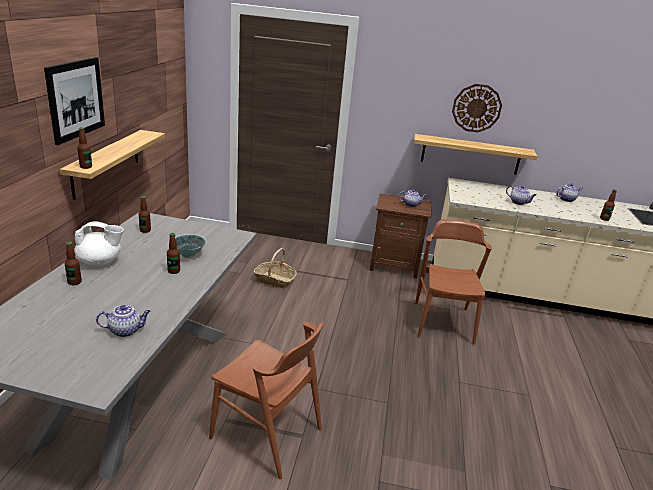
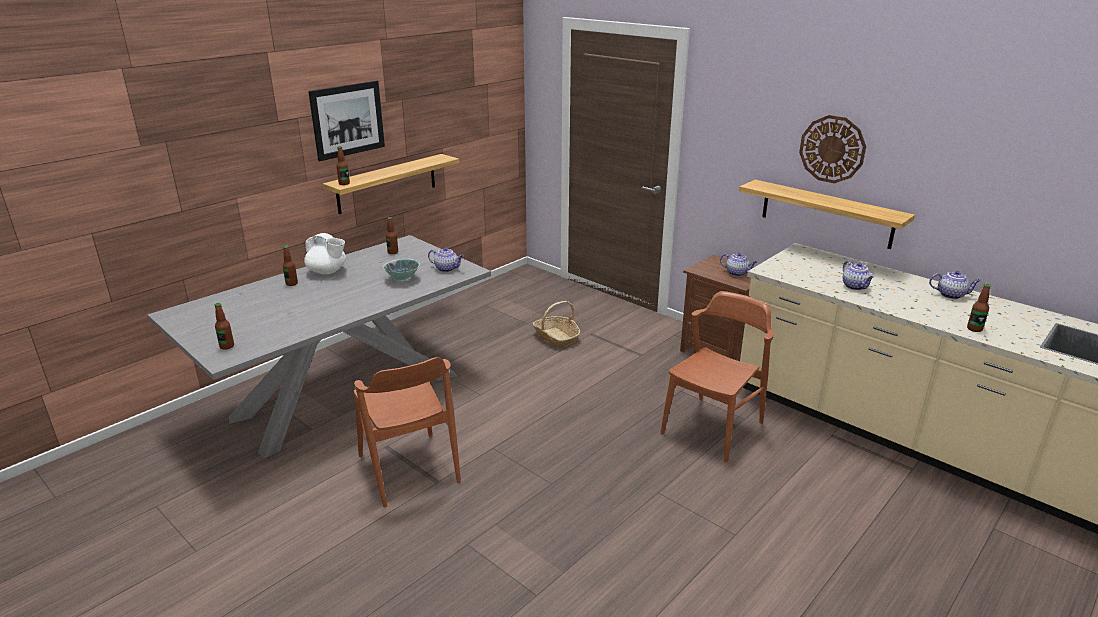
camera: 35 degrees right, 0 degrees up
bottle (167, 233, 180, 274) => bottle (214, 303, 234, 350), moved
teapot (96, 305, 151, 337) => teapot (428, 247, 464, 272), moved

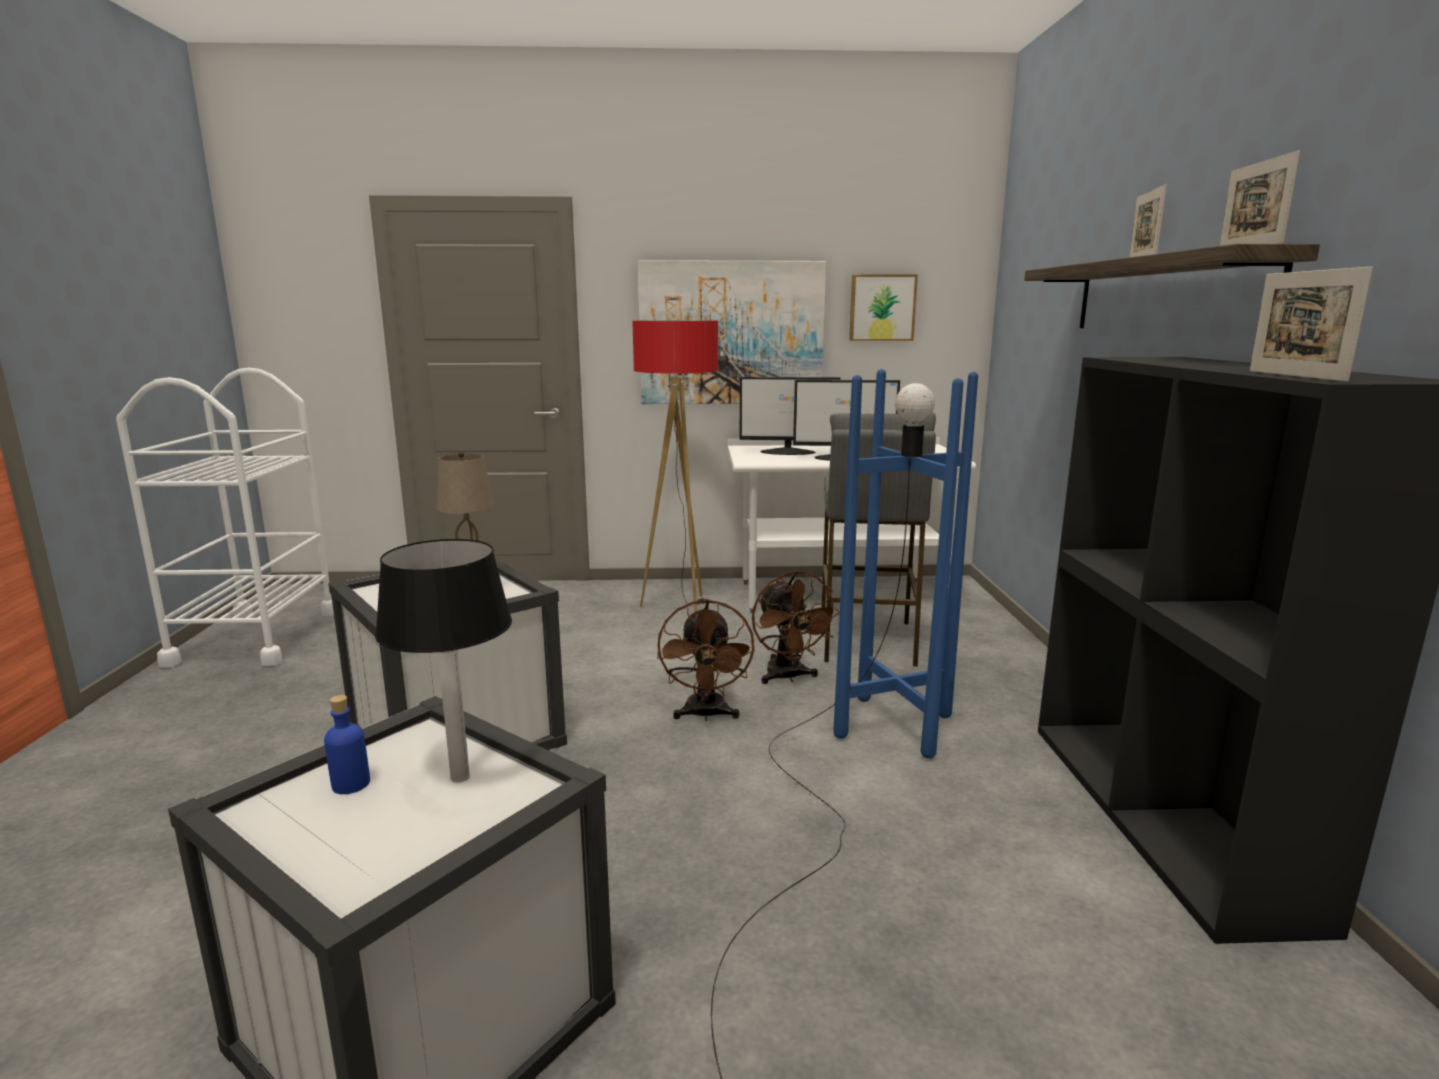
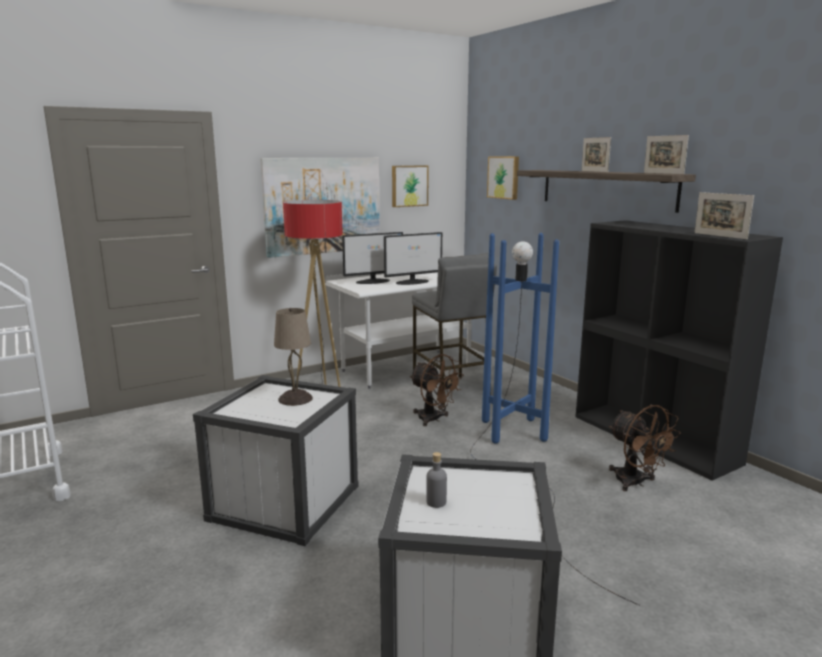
camera: 30 degrees left, 0 degrees up
table lamp (375, 539, 512, 782) => nothing
brown fan (657, 599, 755, 721) => brown fan (609, 405, 681, 491), moved
blue bottle (324, 695, 370, 794) => grey bottle (426, 452, 447, 508)
nothing => picture (487, 157, 519, 200)

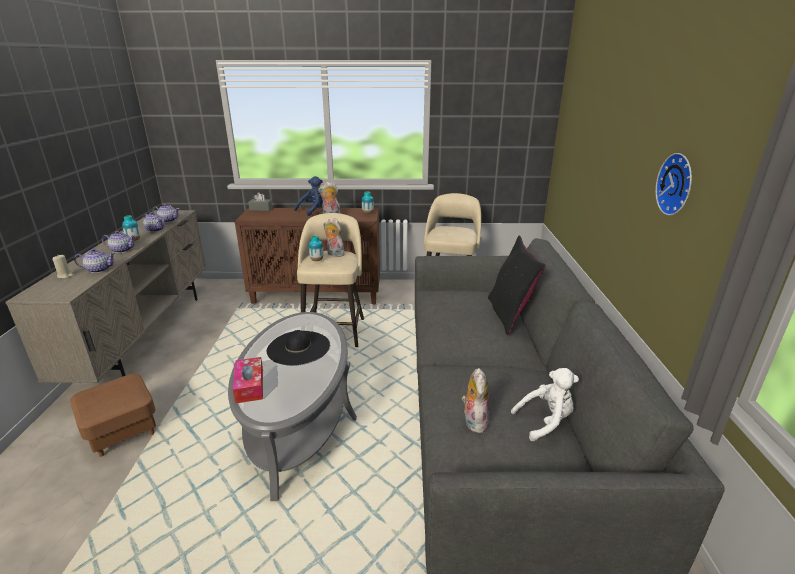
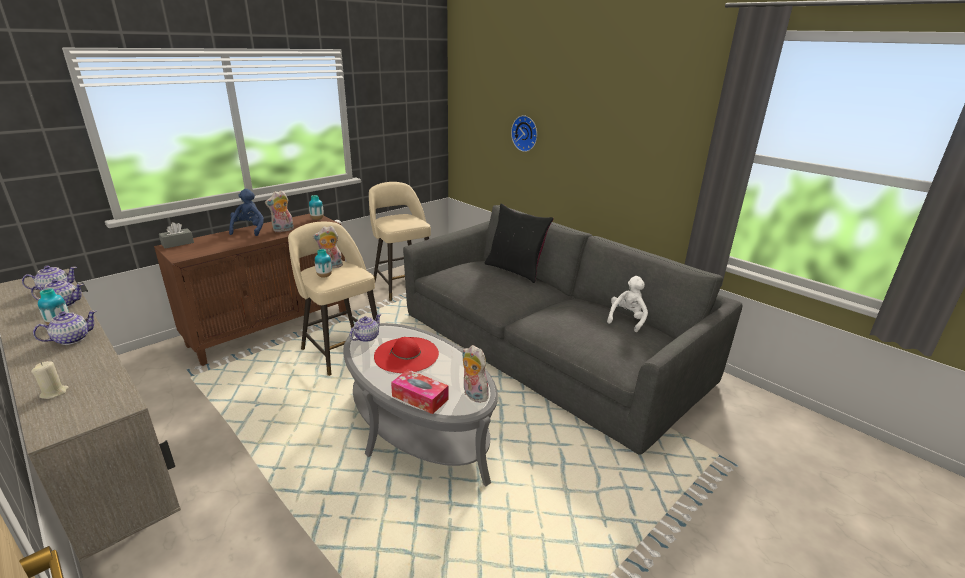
camera: 45 degrees left, 0 degrees up
wall clock (655, 153, 692, 216) => wall clock (511, 115, 537, 152), moved
teapot (74, 249, 115, 273) => teapot (350, 314, 381, 342), moved
black hat (267, 330, 330, 365) => red hat (374, 337, 439, 373)
plush toy (462, 368, 489, 434) => plush toy (462, 345, 490, 403), moved
brown ottoman (70, 374, 156, 457) => nothing

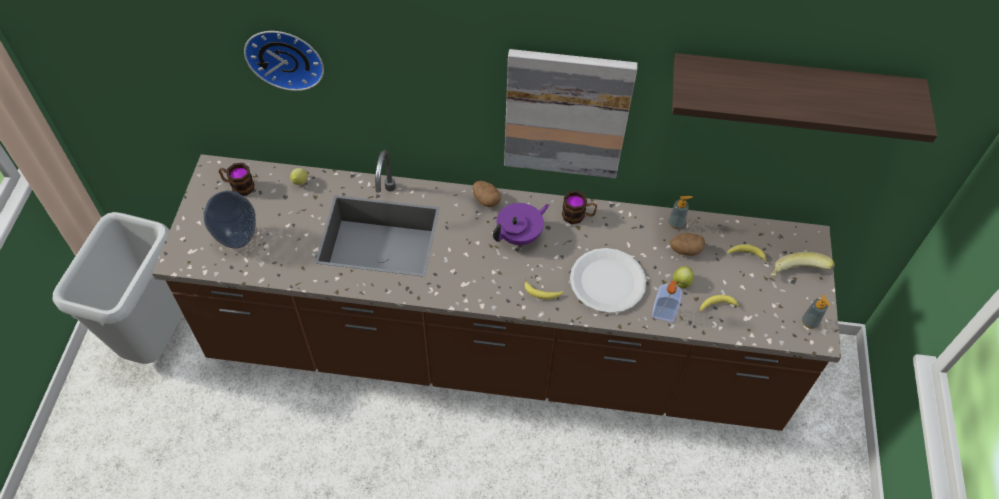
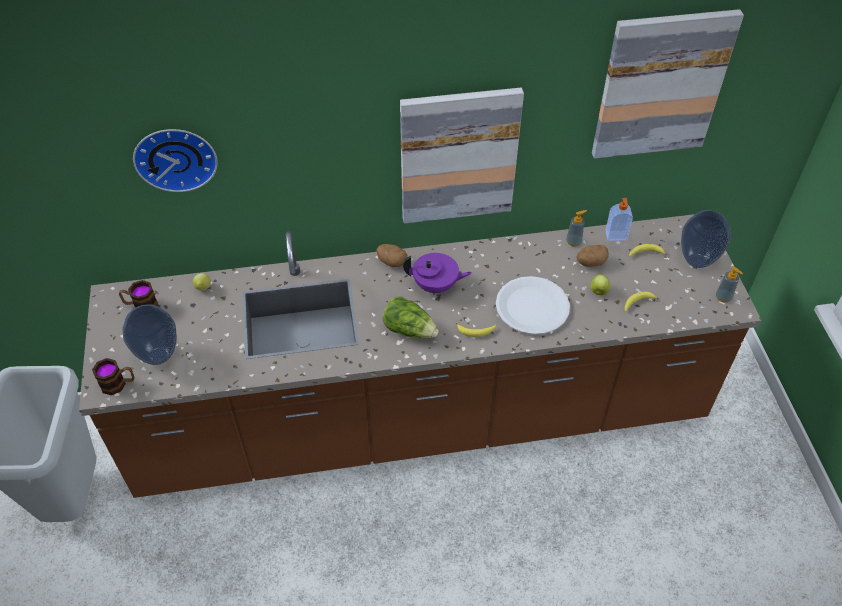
camera: 15 degrees left, 5 degrees down
shelf (672, 53, 937, 142) => picture (592, 9, 744, 158)
mug (562, 190, 597, 224) => mug (92, 358, 134, 395), moved
purple teapot (493, 203, 549, 245) => purple teapot (403, 253, 472, 295), 60 degrees clockwise
banana (771, 252, 835, 276) => vase (681, 210, 731, 268)
soap dispenser (652, 281, 682, 322) => soap dispenser (605, 198, 633, 241), moved
nothing => lettuce (383, 296, 439, 338)

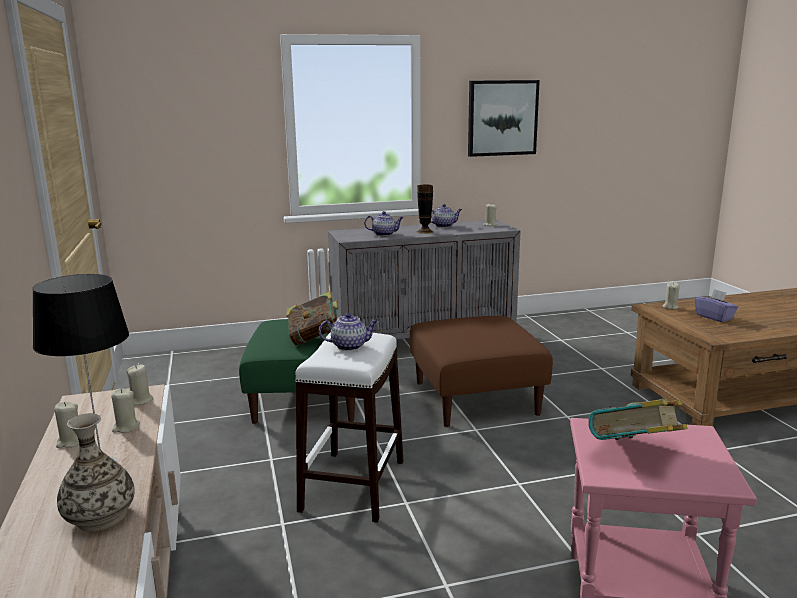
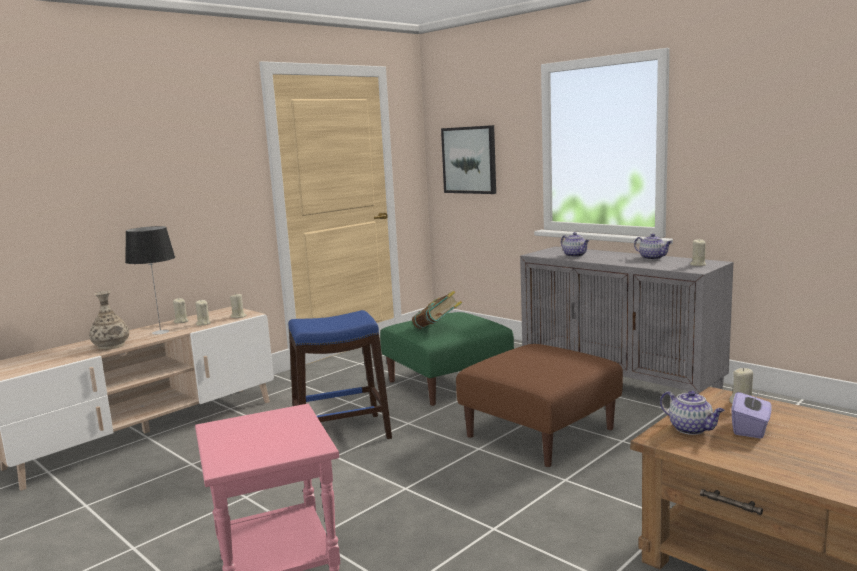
camera: 60 degrees right, 5 degrees down
picture (468, 80, 540, 157) => picture (441, 125, 496, 194), moved
vase (417, 185, 434, 234) => nothing
teapot (319, 313, 378, 351) => teapot (660, 391, 725, 435), moved
white stool (296, 332, 404, 523) => blue stool (288, 310, 392, 439)
book (588, 399, 688, 440) => nothing

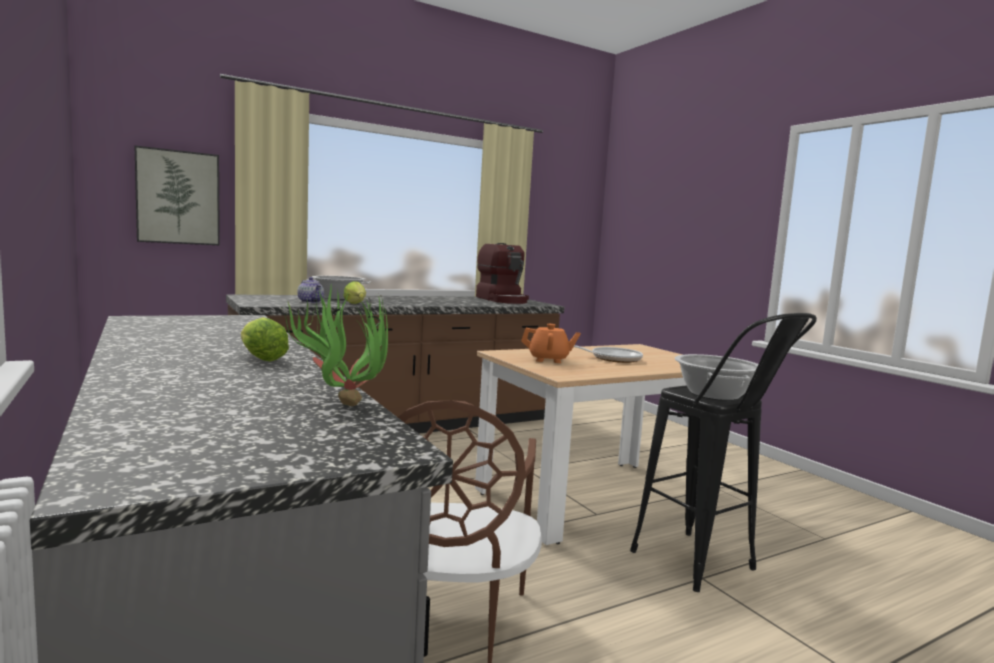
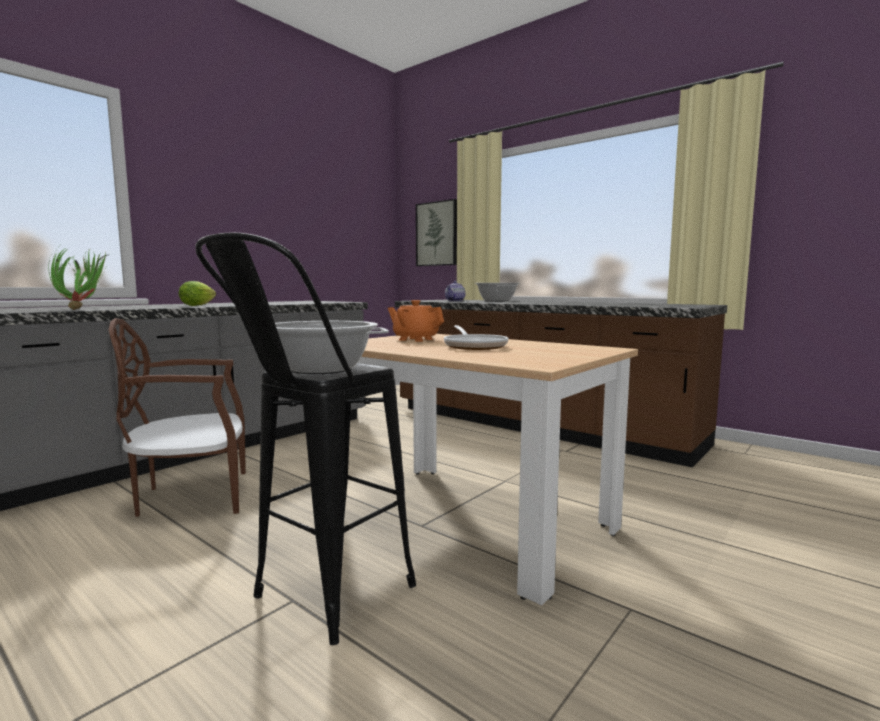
camera: 70 degrees right, 0 degrees up
coffee machine (476, 243, 529, 304) => nothing
lettuce (343, 281, 366, 304) => nothing
orange teapot (521, 324, 581, 363) => orange teapot (388, 300, 444, 342), 135 degrees clockwise

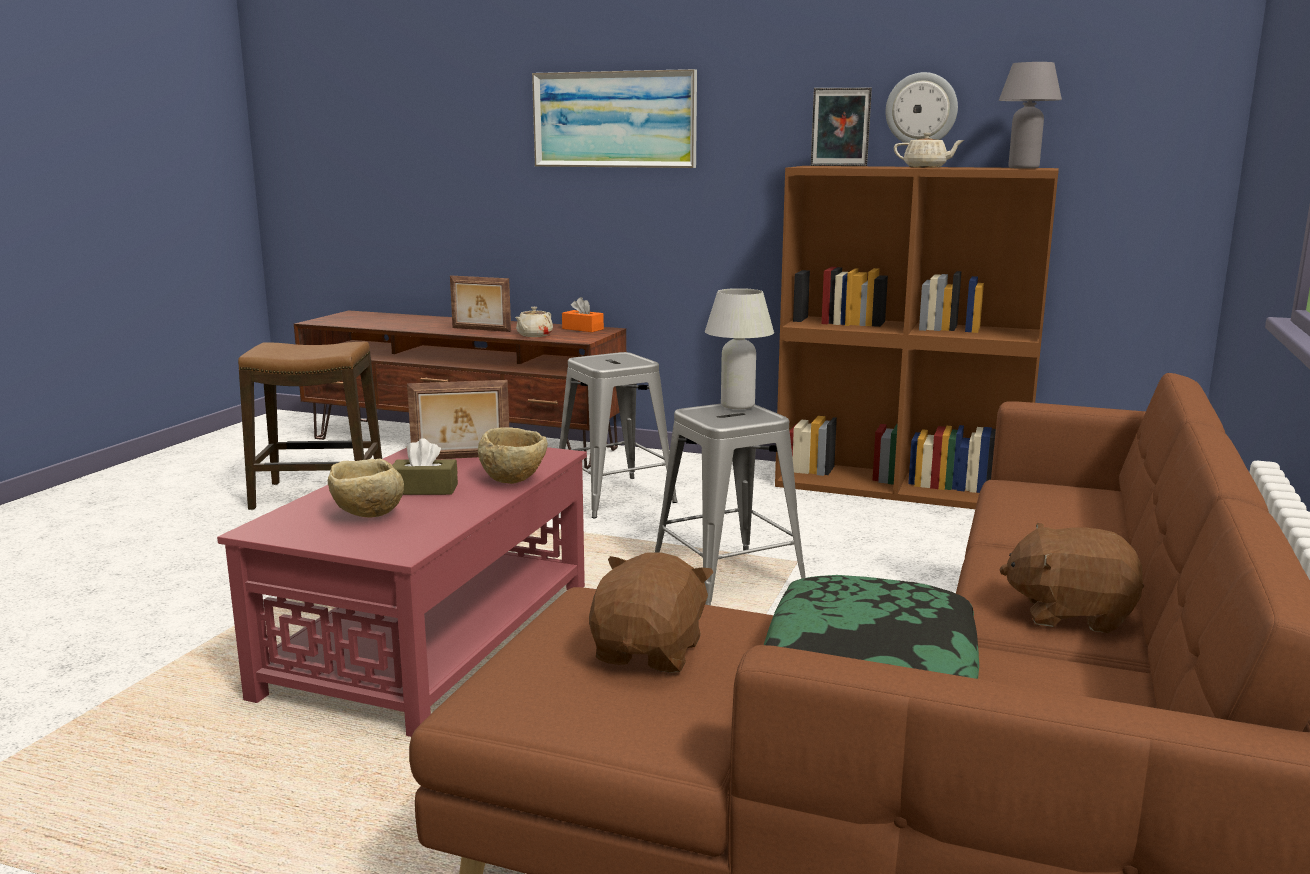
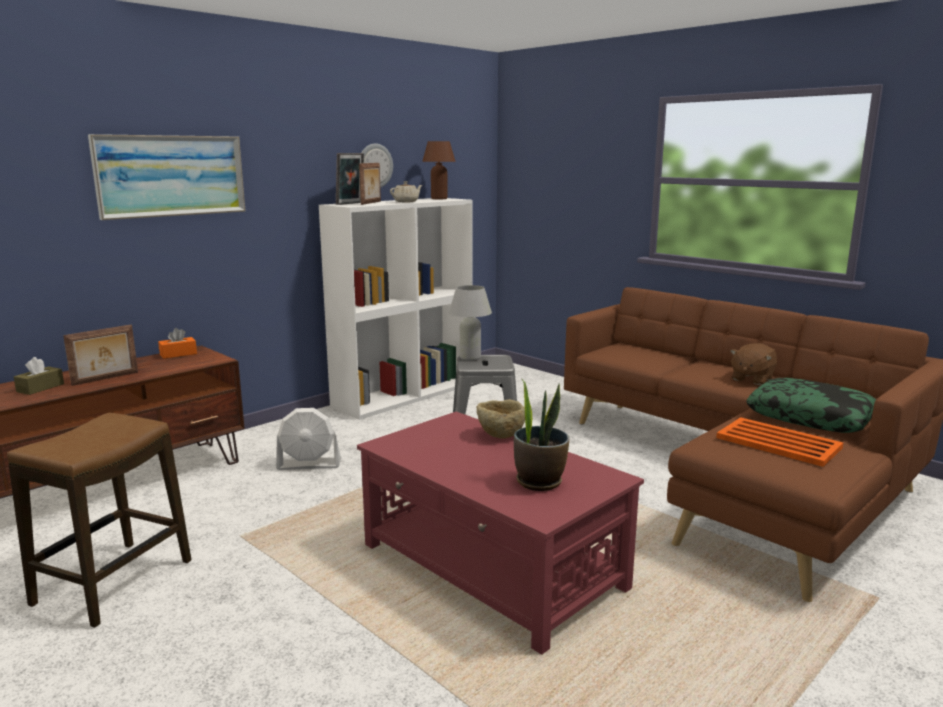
camera: 65 degrees left, 0 degrees up
grey table lamp (999, 62, 1062, 169) => brown table lamp (422, 141, 456, 199)
brown bookcase (775, 166, 1059, 509) => white bookcase (319, 198, 473, 420)
beige teapot (515, 307, 553, 337) => nothing
grey stool (559, 352, 678, 518) => white fan (276, 408, 341, 470)
picture frame (407, 380, 509, 459) => picture frame (359, 163, 381, 205), moved
brown tissue box (392, 438, 458, 495) => brown tissue box (14, 357, 64, 395), moved
beige bowl (328, 458, 404, 518) => potted plant (514, 379, 570, 491)
brown plush toy (589, 552, 714, 673) => orange tray (716, 417, 843, 467)

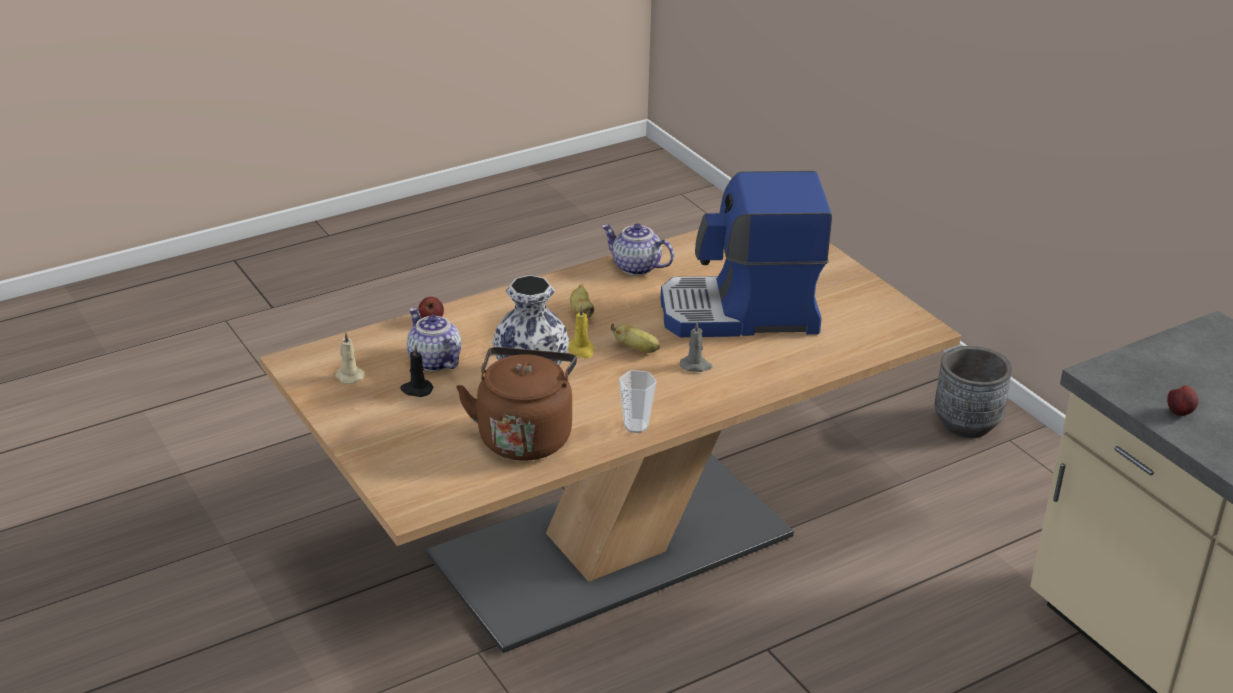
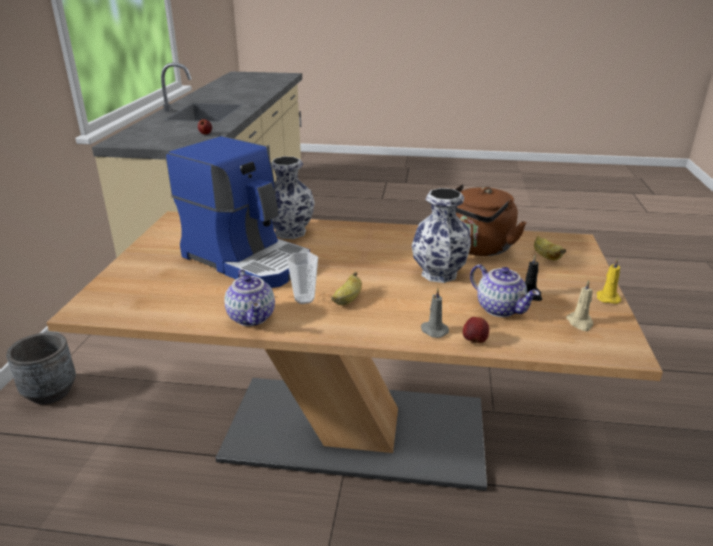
camera: 140 degrees left, 5 degrees down
yellow candle (568, 305, 595, 359) => yellow candle (597, 258, 622, 304), moved
teapot (407, 308, 461, 371) => teapot (470, 264, 540, 317), 45 degrees counterclockwise
grey candle (680, 321, 712, 372) => grey candle (421, 288, 449, 338), moved
banana (611, 323, 661, 353) => banana (534, 236, 566, 260), moved
cup (619, 370, 657, 433) => cup (287, 252, 318, 304), moved
nothing => vase (271, 157, 315, 239)

